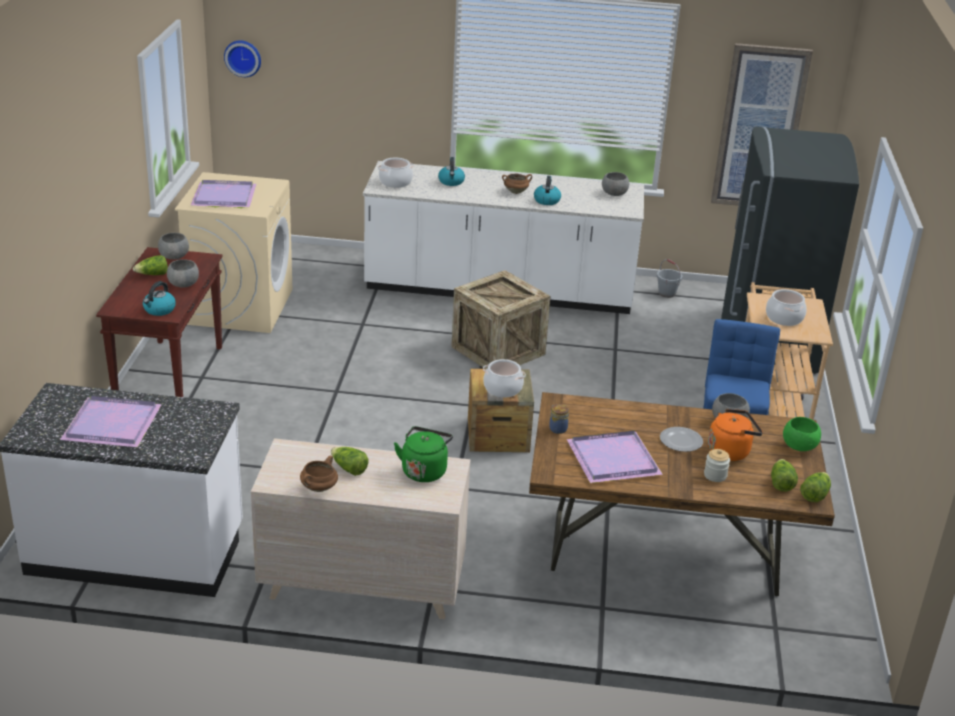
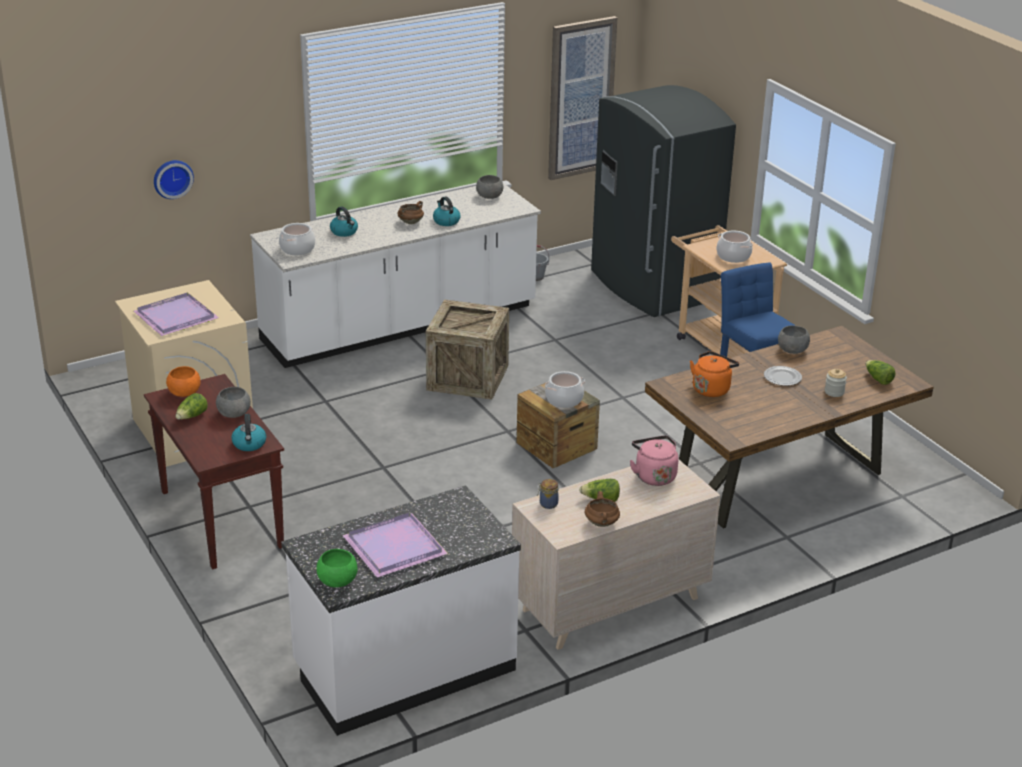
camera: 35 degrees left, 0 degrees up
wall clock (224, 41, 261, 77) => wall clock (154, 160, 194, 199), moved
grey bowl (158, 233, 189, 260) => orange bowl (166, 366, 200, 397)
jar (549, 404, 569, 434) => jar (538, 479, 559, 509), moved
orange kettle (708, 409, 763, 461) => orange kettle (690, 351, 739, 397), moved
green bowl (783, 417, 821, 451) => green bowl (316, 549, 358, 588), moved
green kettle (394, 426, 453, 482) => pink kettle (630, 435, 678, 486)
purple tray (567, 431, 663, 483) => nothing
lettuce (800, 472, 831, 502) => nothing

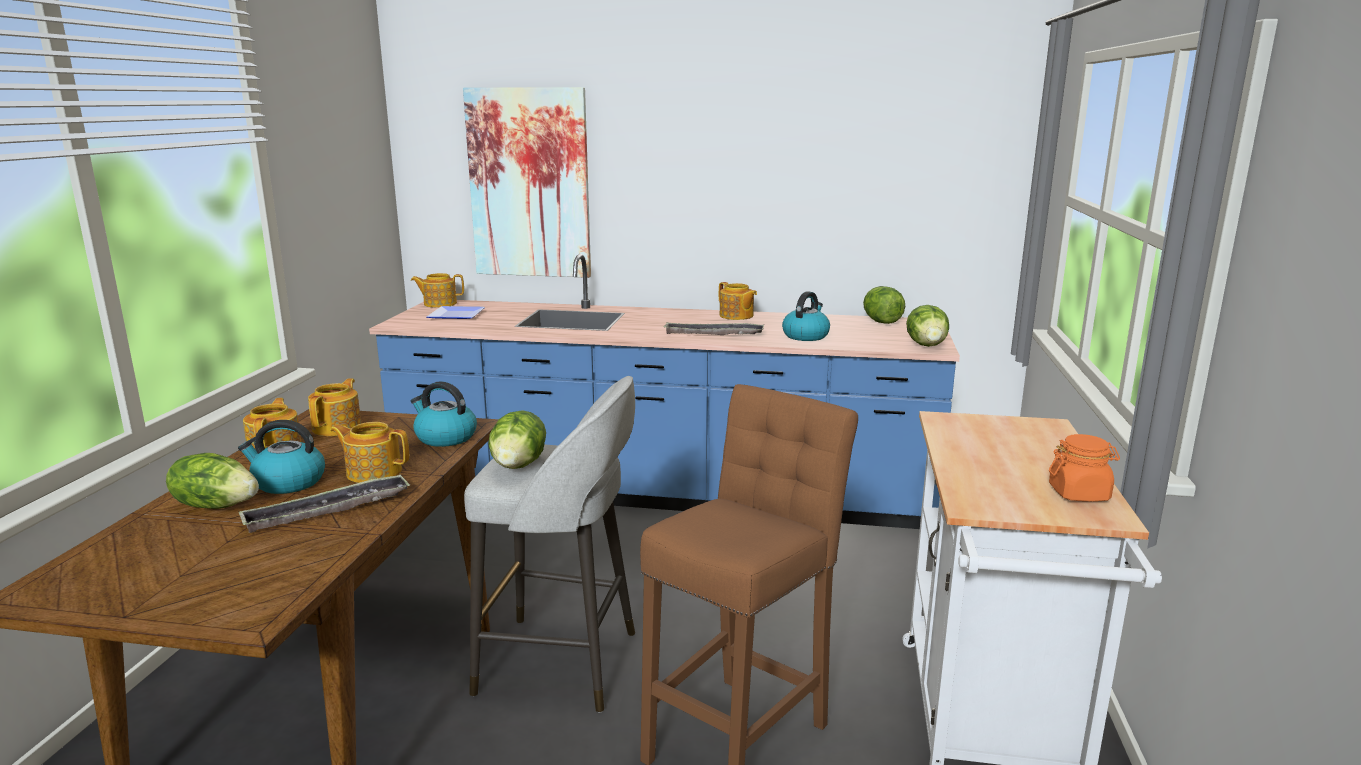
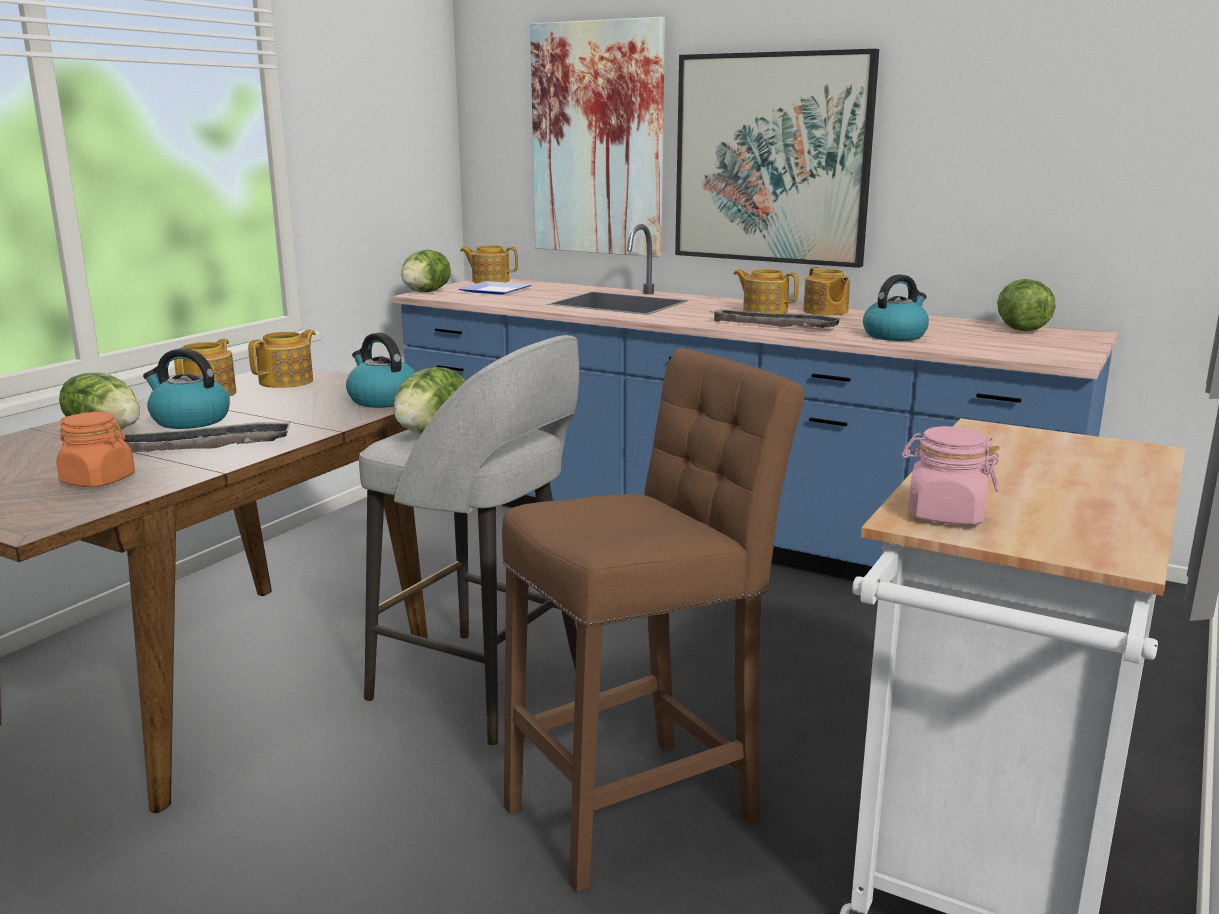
camera: 20 degrees right, 0 degrees up
lettuce (906, 305, 949, 347) => lettuce (401, 249, 451, 292), moved
teapot (330, 422, 409, 483) => teapot (733, 269, 799, 314), moved
orange jar (1049, 434, 1120, 502) => orange jar (56, 412, 135, 487), moved
nothing => picture (675, 49, 879, 268)
nothing => pink jar (902, 426, 1000, 525)

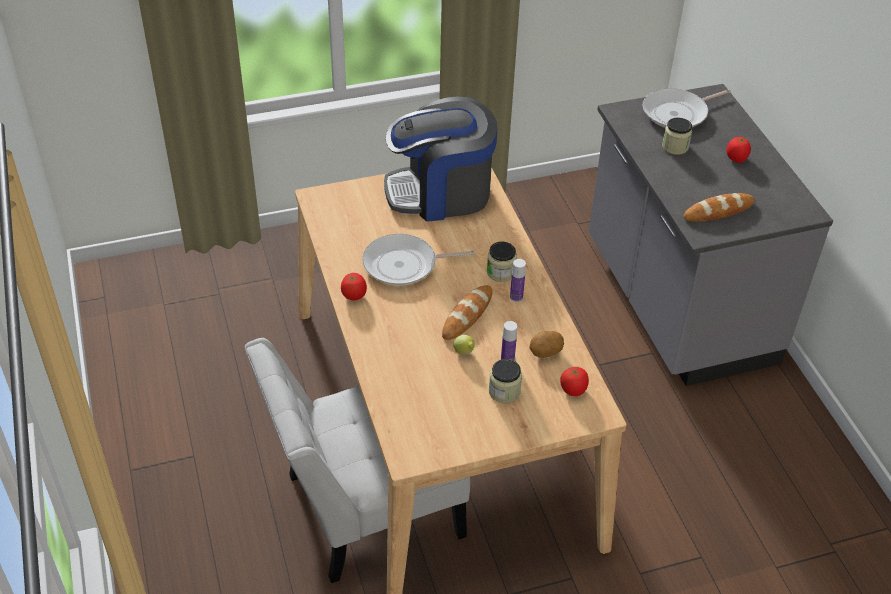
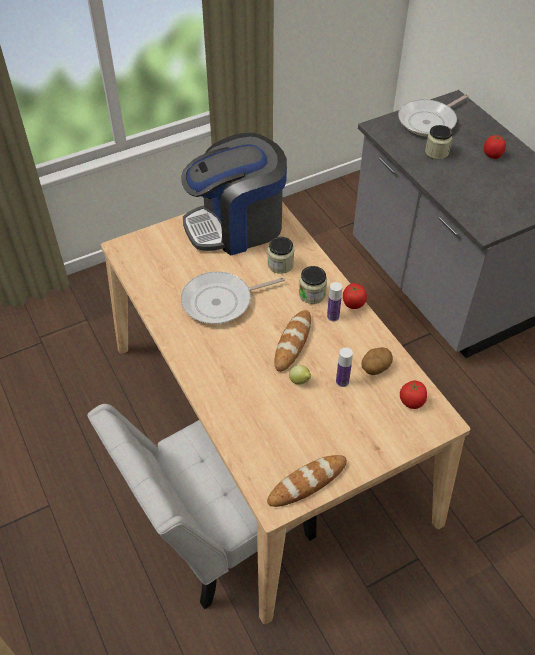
camera: 10 degrees left, 5 degrees up
bread (684, 193, 755, 222) => bread (267, 455, 347, 507), moved
tomato (341, 273, 367, 300) => tomato (343, 283, 367, 309), moved
jar (489, 359, 522, 403) => jar (268, 237, 294, 274), moved

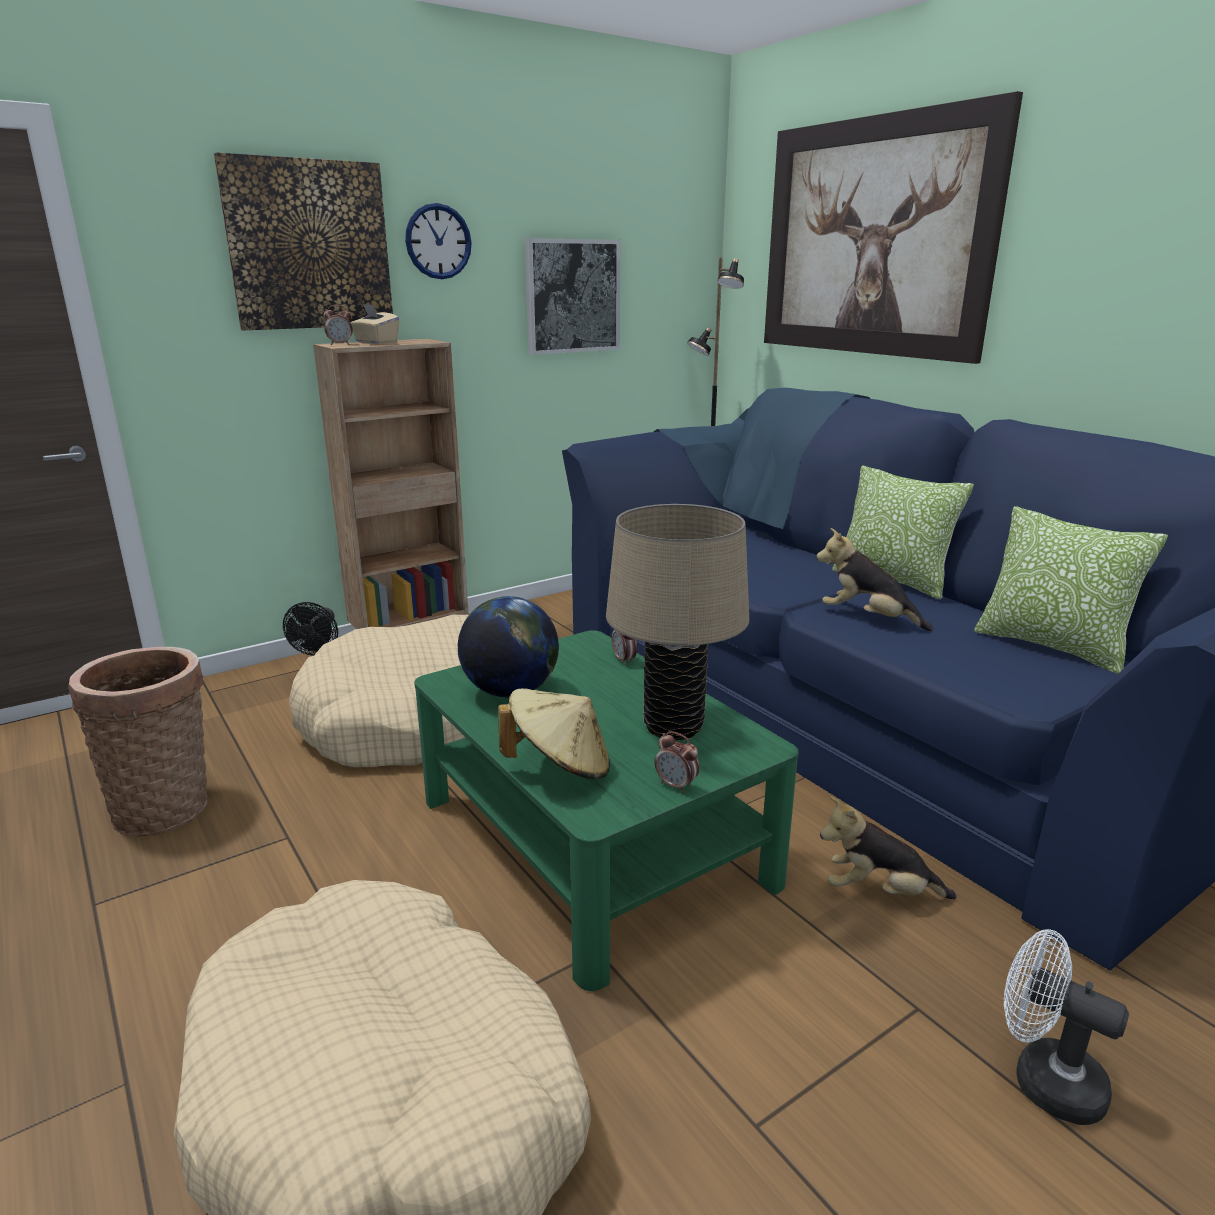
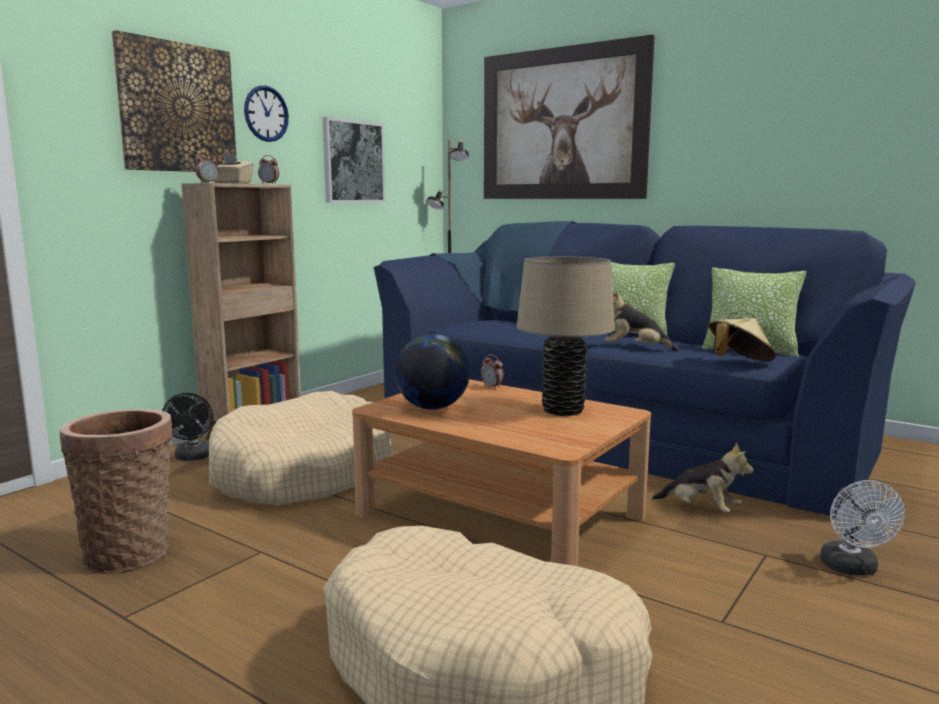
camera: 20 degrees left, 10 degrees down
green coffee table (414, 630, 799, 991) => brown coffee table (352, 379, 651, 566)
beige hat (498, 688, 610, 779) => beige hat (708, 318, 776, 361), moved
alarm clock (655, 731, 699, 793) => alarm clock (258, 155, 279, 184), moved
plush toy (820, 797, 956, 899) => plush toy (652, 442, 753, 512), 135 degrees counterclockwise
white fan (1004, 929, 1129, 1125) => white fan (820, 480, 905, 576), 105 degrees counterclockwise

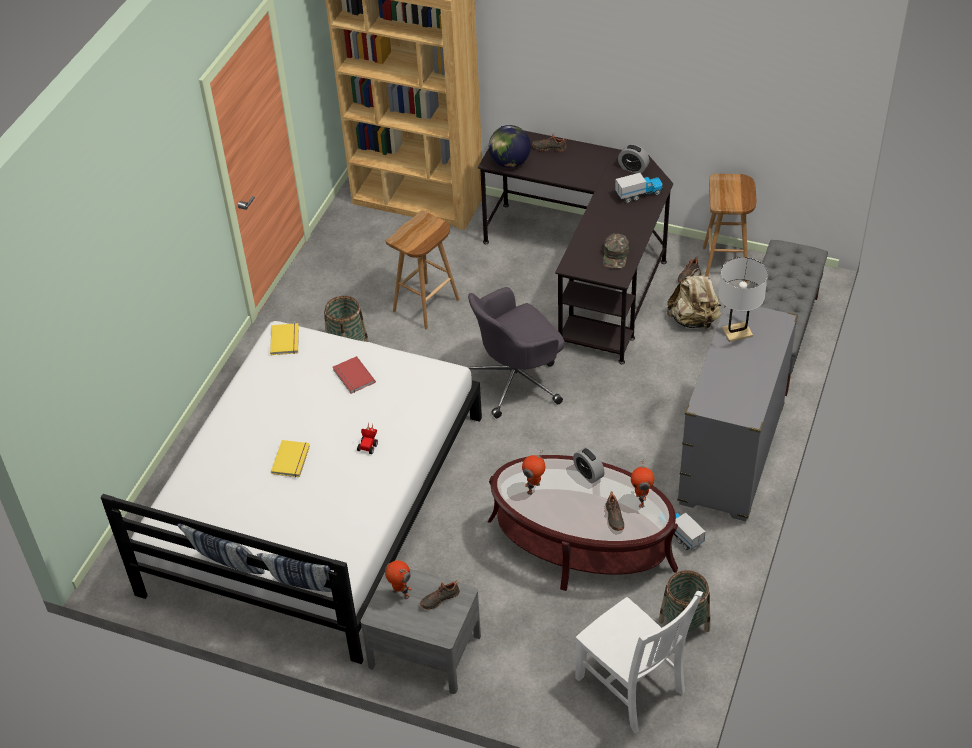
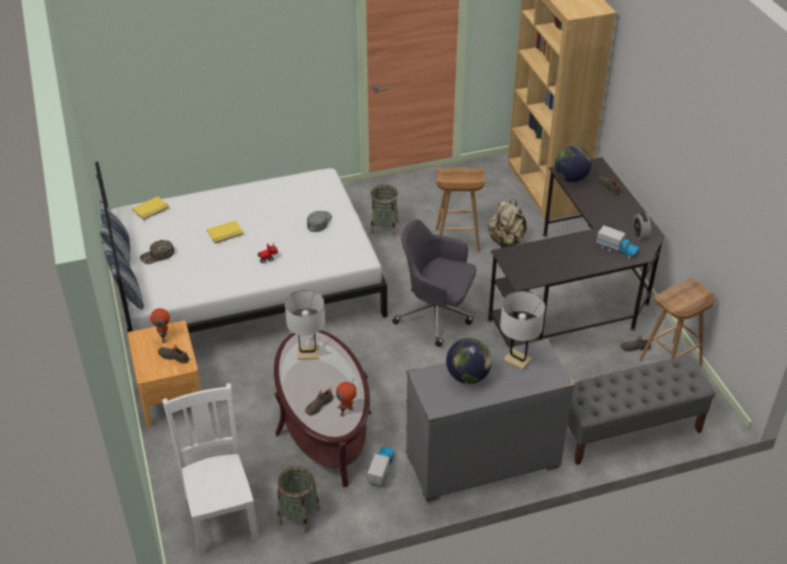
camera: 50 degrees right, 5 degrees down
green cap (603, 234, 629, 268) => green cap (140, 240, 174, 264), moved
beige backpack (667, 268, 721, 329) => beige backpack (488, 199, 527, 248), moved
yellow book (270, 323, 299, 355) => yellow book (132, 196, 169, 220), moved
red book (333, 356, 376, 394) => grey cap (307, 211, 332, 232)
alarm clock (573, 447, 604, 483) => nothing
toy robot (522, 450, 545, 495) => white table lamp (285, 290, 325, 360)
grey nightstand (361, 569, 481, 694) => brown nightstand (128, 320, 202, 427)
white chair (575, 591, 703, 733) => white chair (162, 383, 259, 555), 150 degrees clockwise
nothing => globe (446, 338, 492, 384)

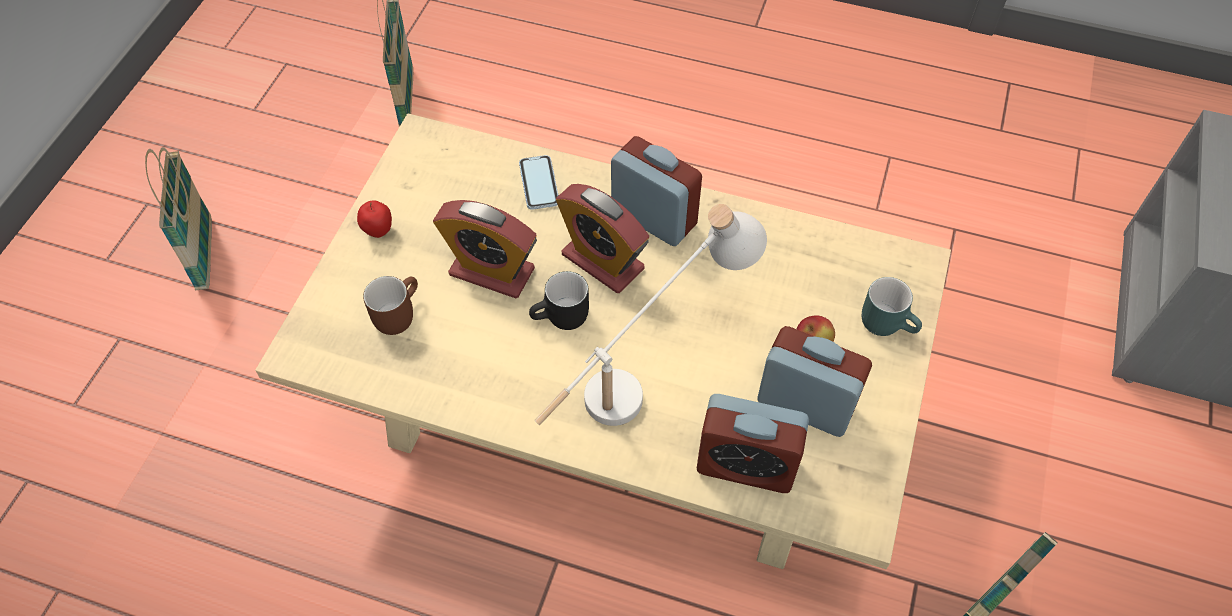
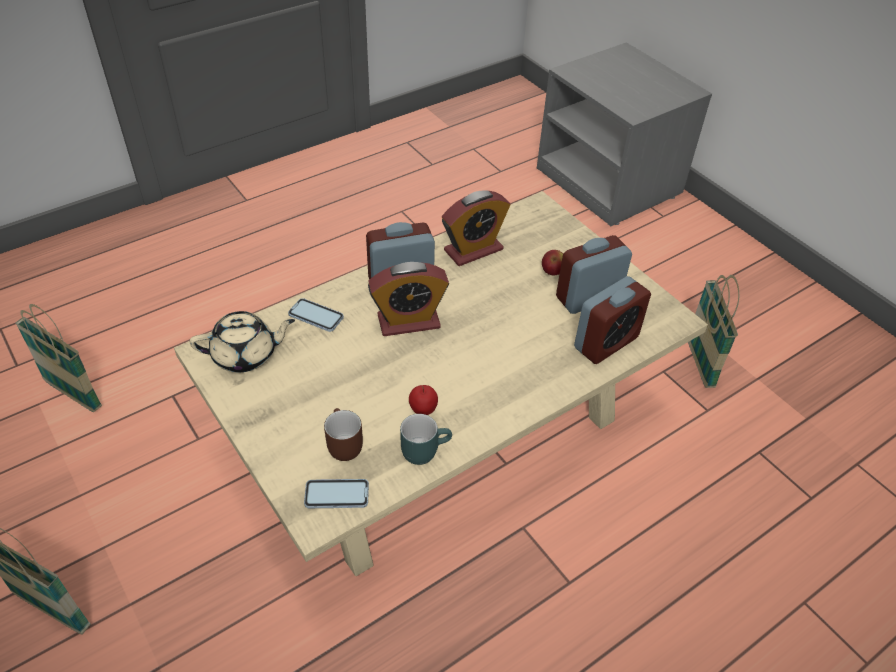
camera: 55 degrees left, 10 degrees down
apple (357, 200, 392, 238) => apple (409, 385, 438, 415), moved
alarm clock (433, 200, 537, 298) => alarm clock (442, 190, 510, 266), moved
white table lamp (535, 204, 767, 426) => nothing
black mug (529, 271, 589, 330) => nothing
turquoise mug (862, 277, 922, 336) => turquoise mug (400, 414, 452, 465), moved
nothing => beige teapot (190, 311, 295, 372)
nothing => phone (304, 479, 369, 508)

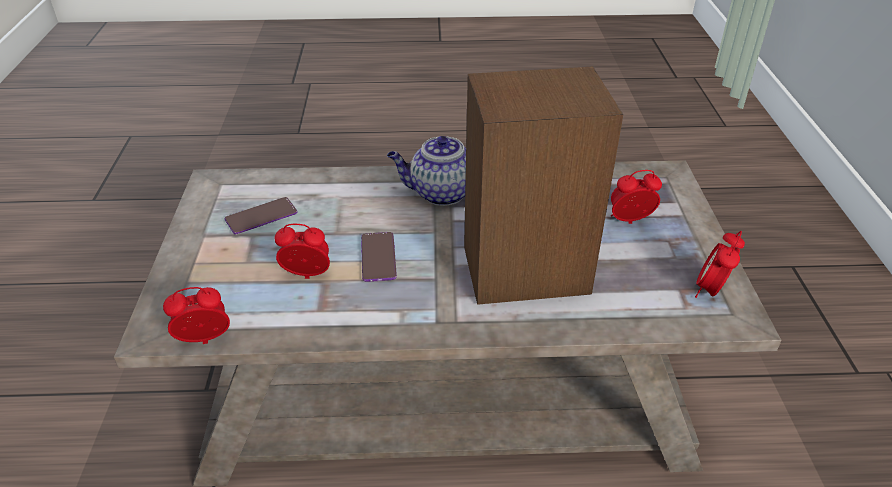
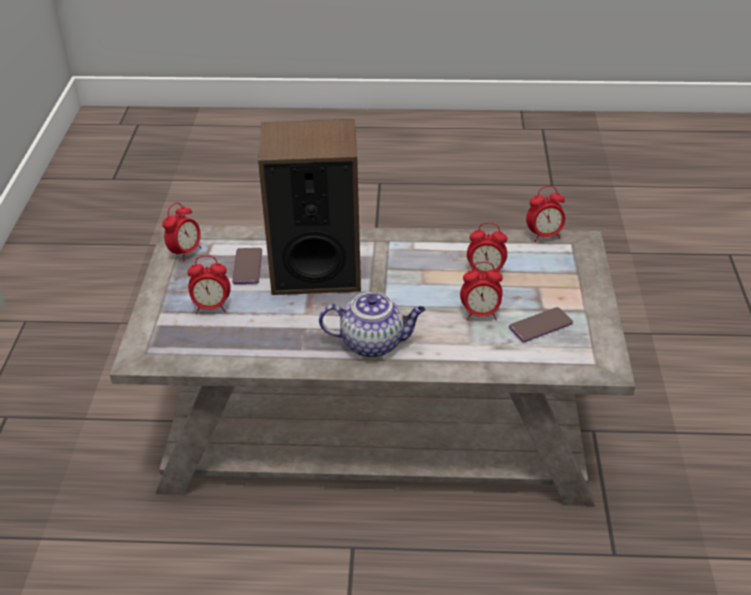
camera: 175 degrees left, 0 degrees up
phone (361, 232, 397, 282) => phone (232, 248, 262, 284), moved
nothing => alarm clock (460, 262, 503, 320)

